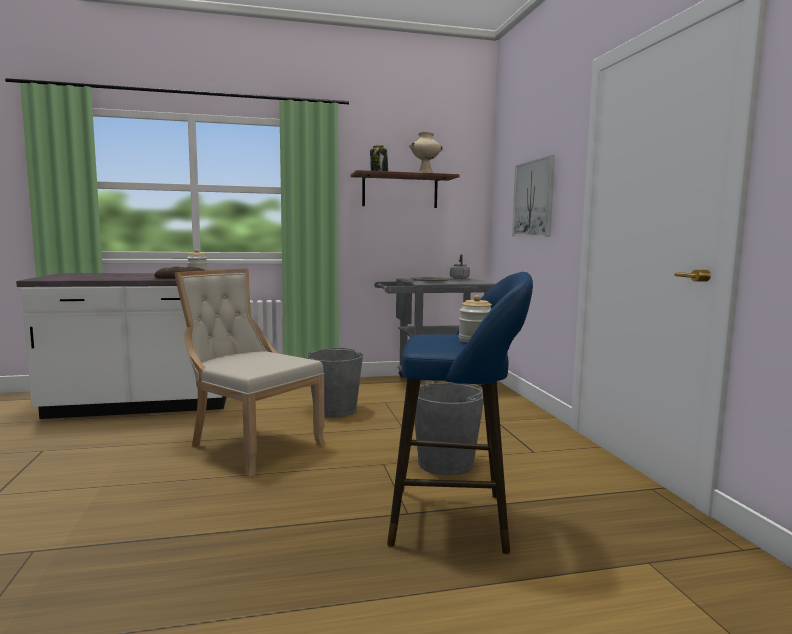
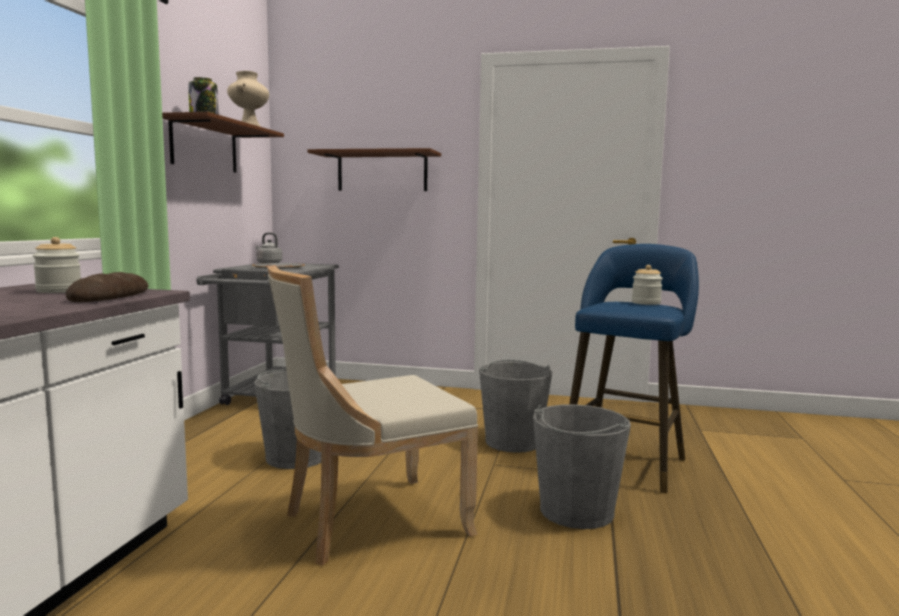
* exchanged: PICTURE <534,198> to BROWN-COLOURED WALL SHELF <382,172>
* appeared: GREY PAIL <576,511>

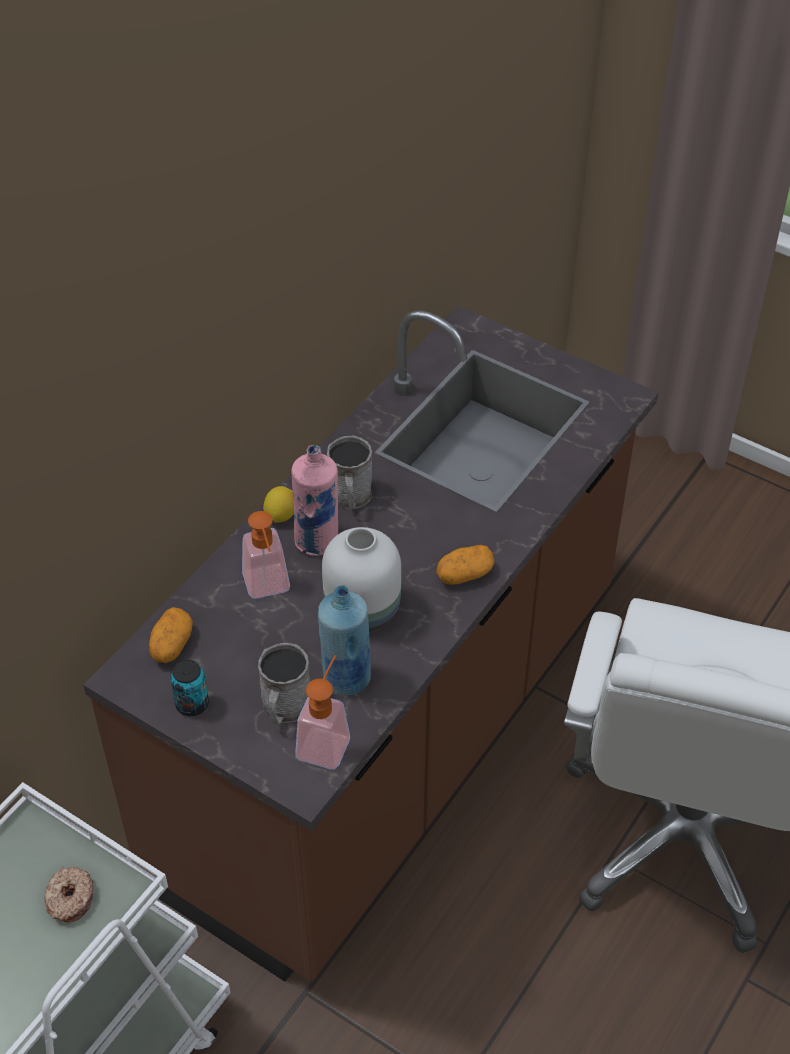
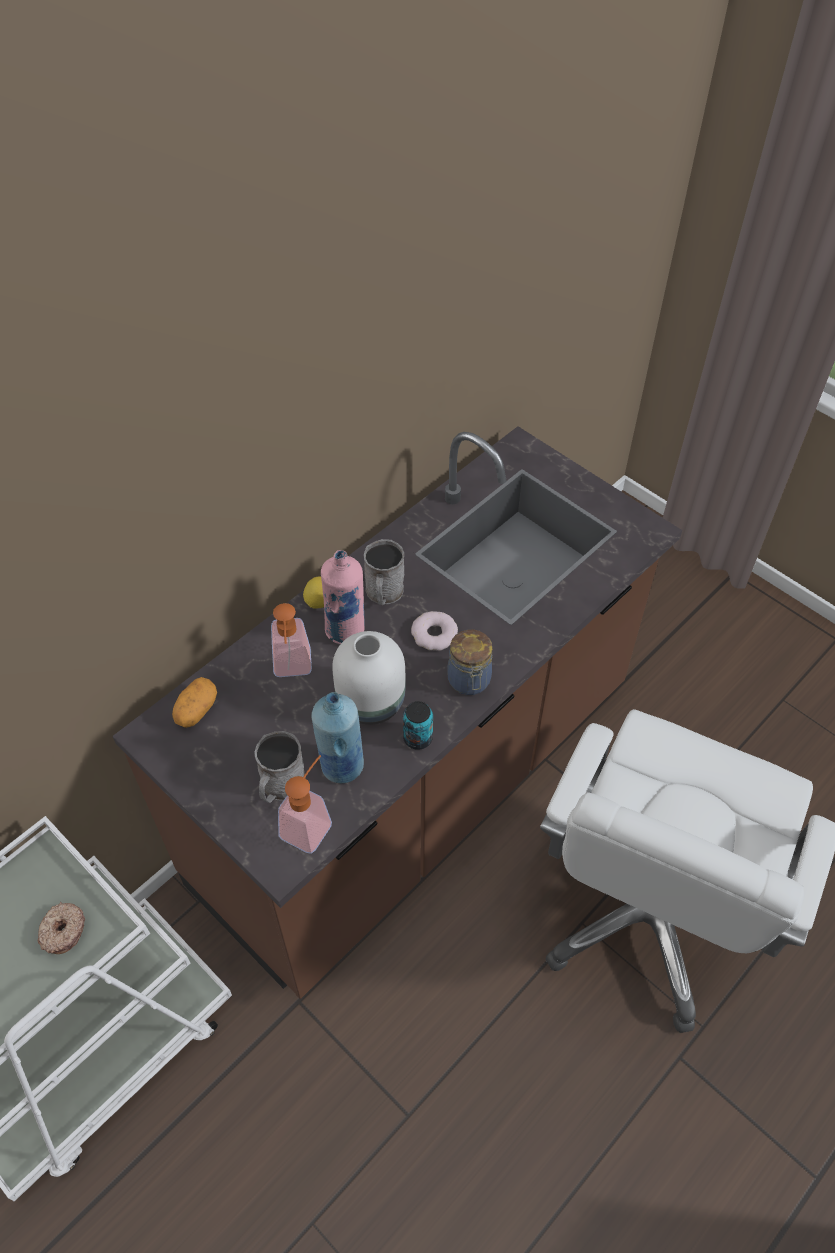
* relocated: CAN <192,704> to <418,738>
* exchanged: SPUD <464,575> to STORAGE JAR <469,681>
* appeared: RING DOUGHNUT <434,634>

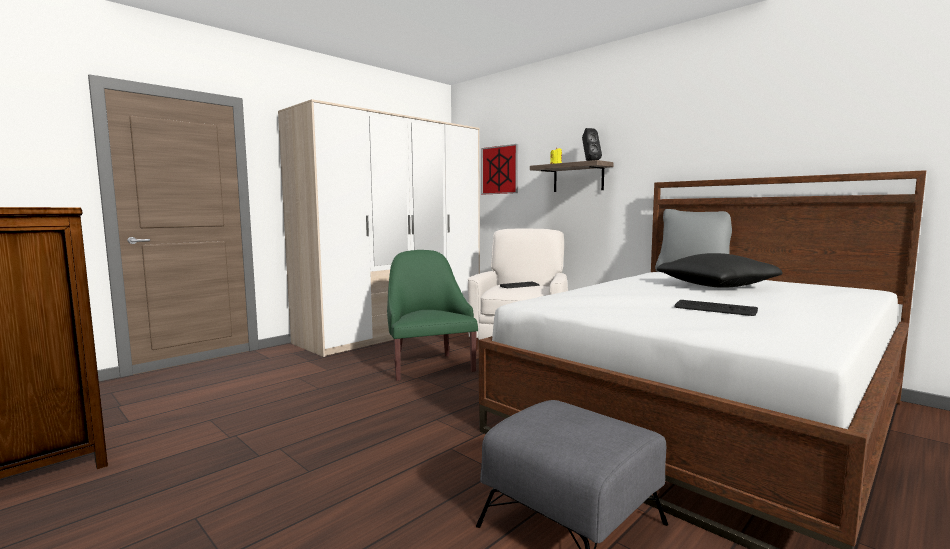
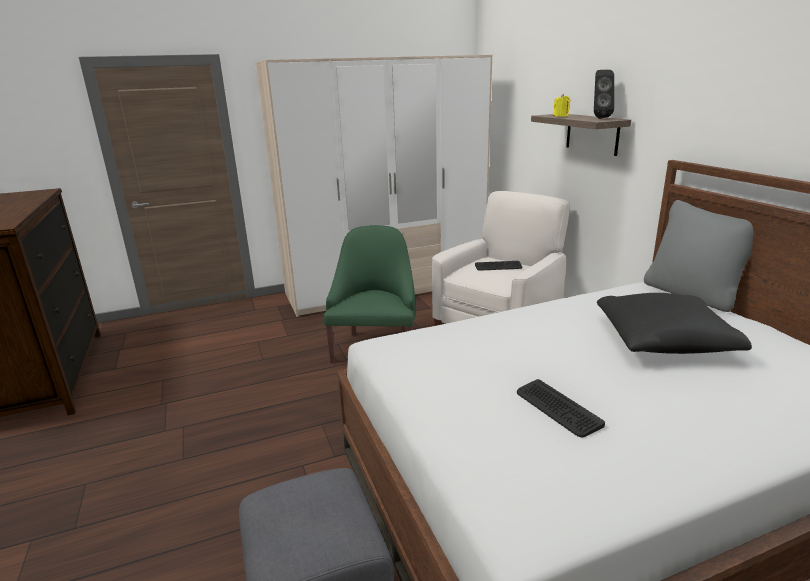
* missing: PICTURE <499,170>

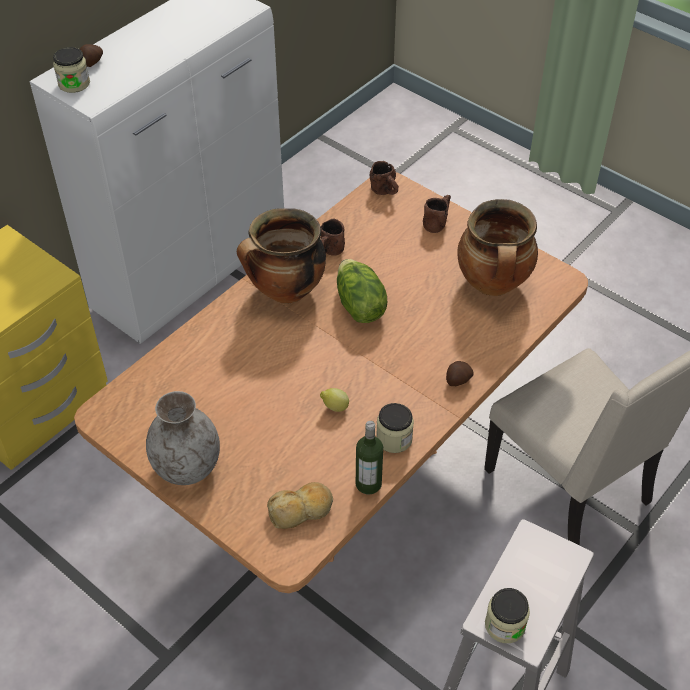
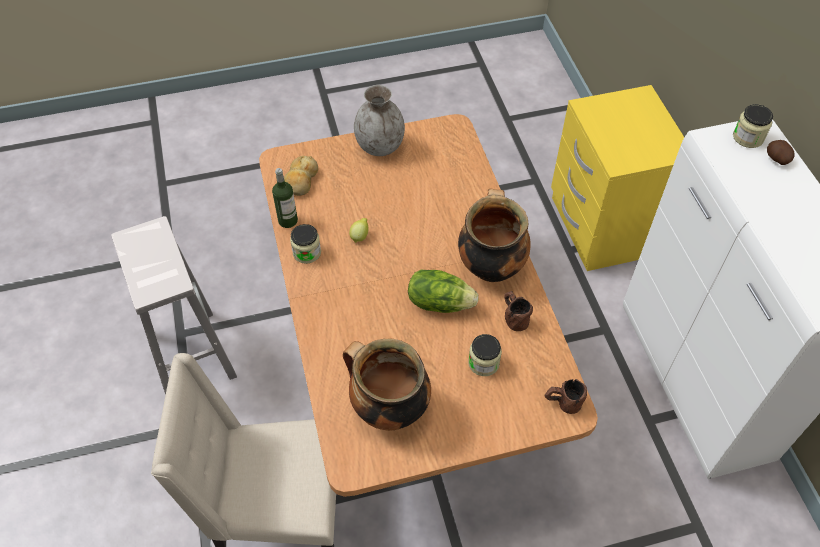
* missing: BROWN-COLOURED TEA MUG <437,221>
* missing: SPUD <457,380>
* relocated: STORAGE JAR <505,625> to <483,363>

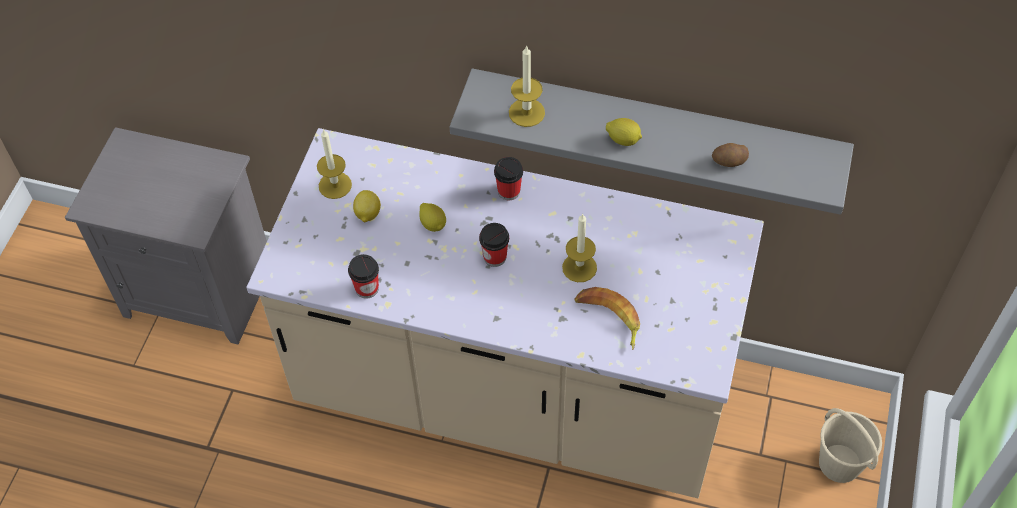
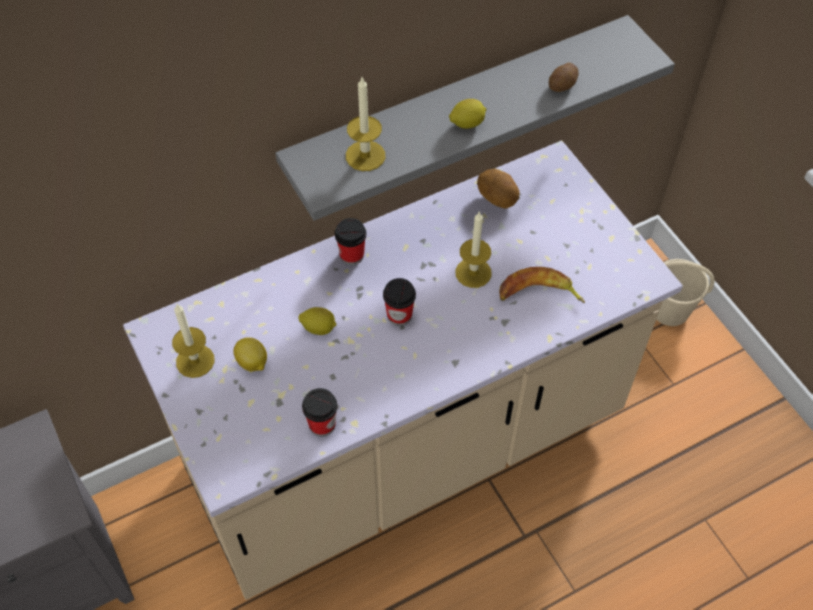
* appeared: SPUD <497,198>

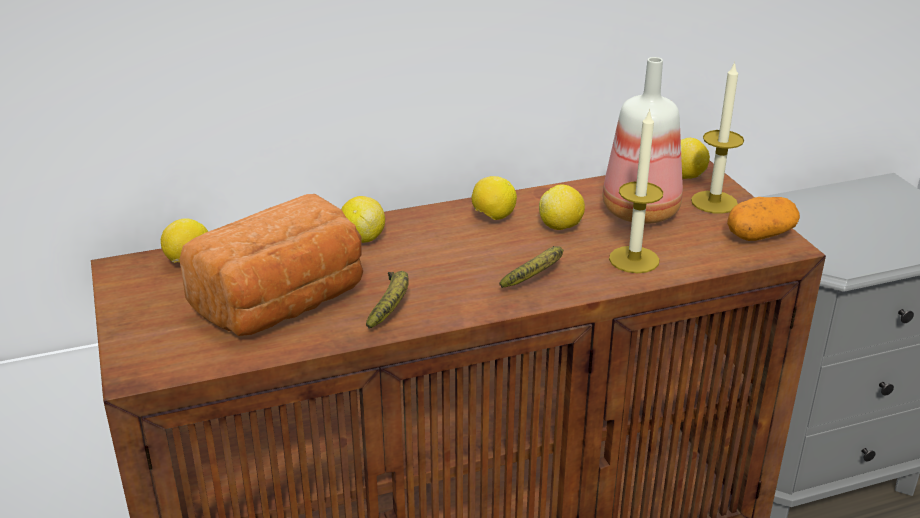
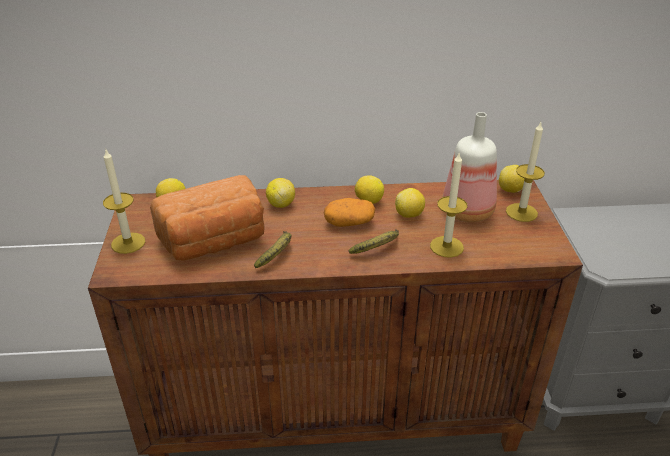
* relocated: SPUD <759,235> to <349,223>
* appeared: WAX LIGHT <128,243>

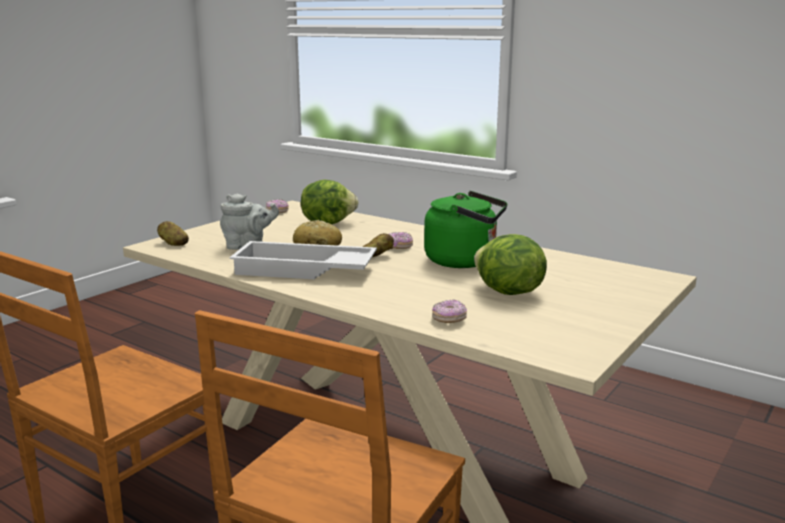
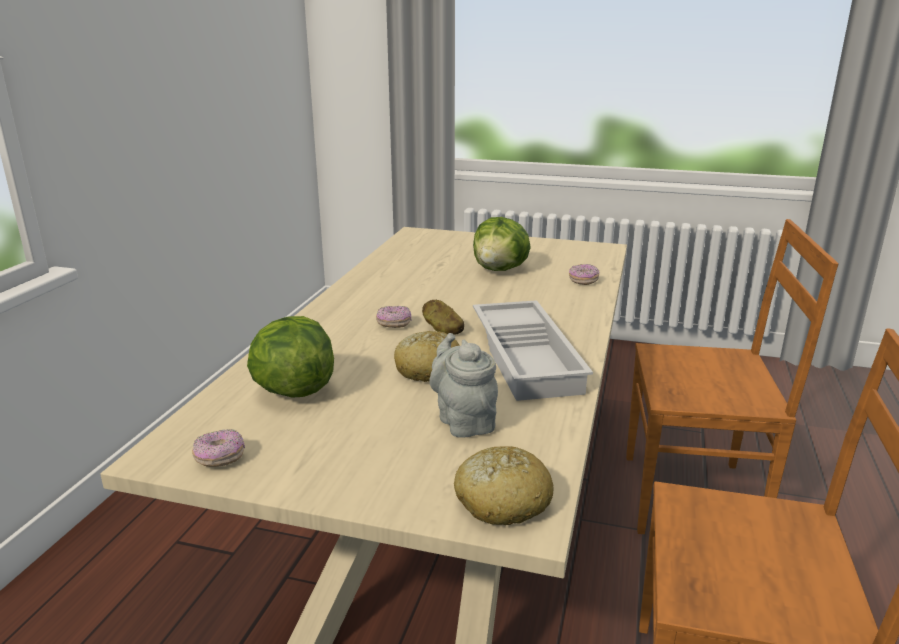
* exchanged: SPUD <173,243> to BREAD <501,501>
* missing: GREEN KETTLE <465,261>

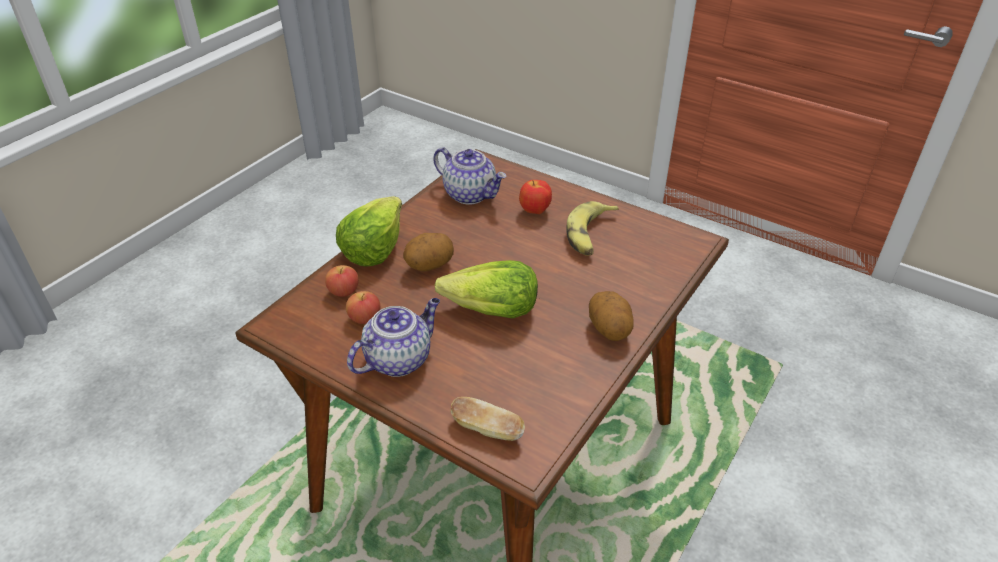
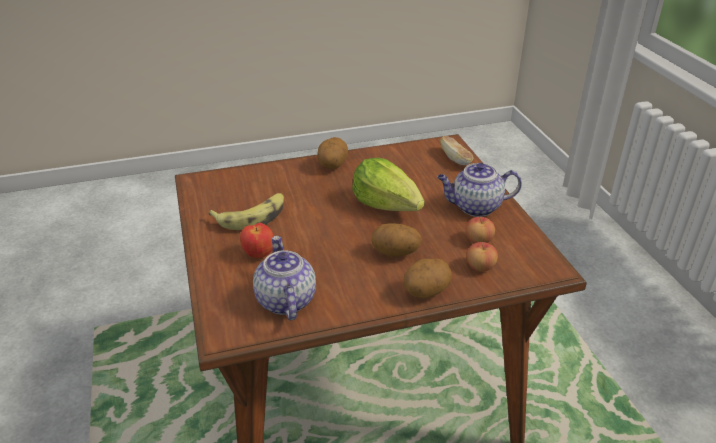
* exchanged: LETTUCE <373,248> to SPUD <426,292>

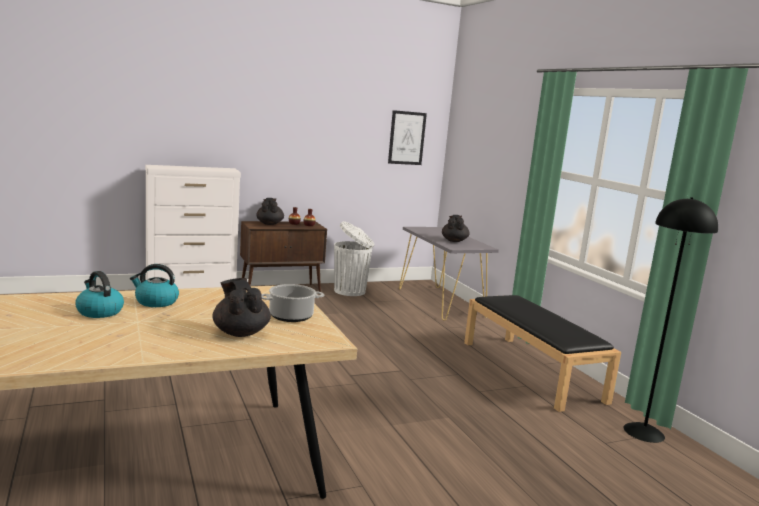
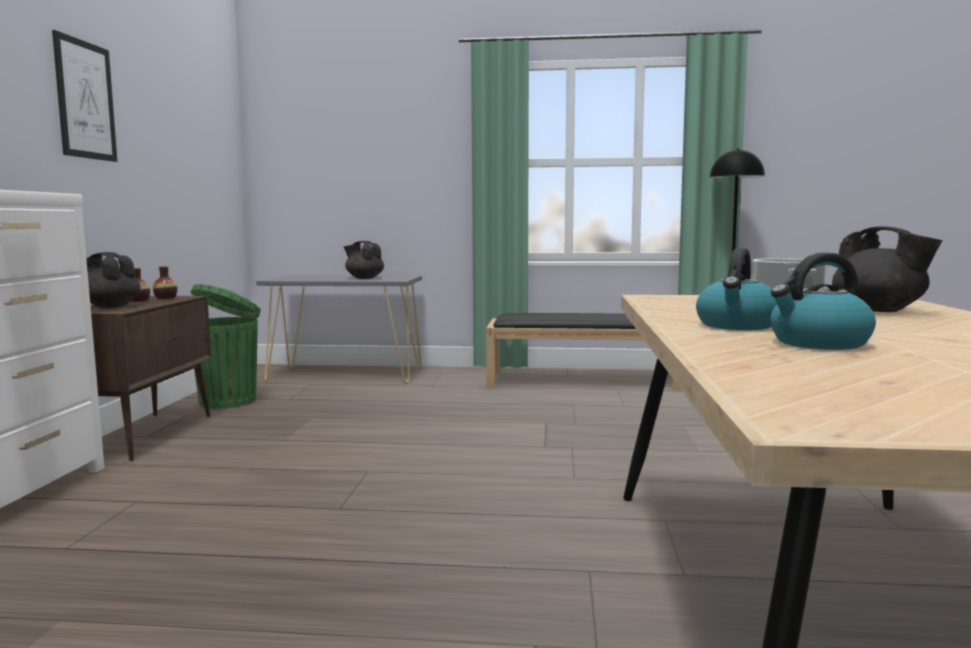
* spun: BLACK-COLOURED TEAPOT <240,332> = <879,311> 120 degrees counterclockwise
* colour: WHITE WASTE BIN <351,291> to GREEN WASTE BIN <229,401>
* relocated: PICTURE <407,138> to <85,100>

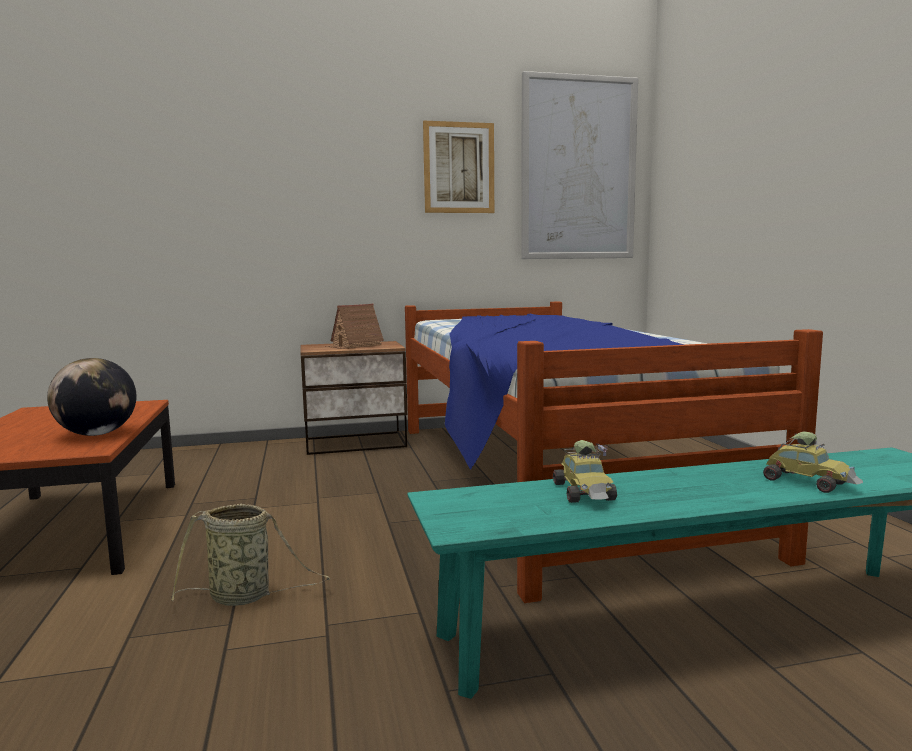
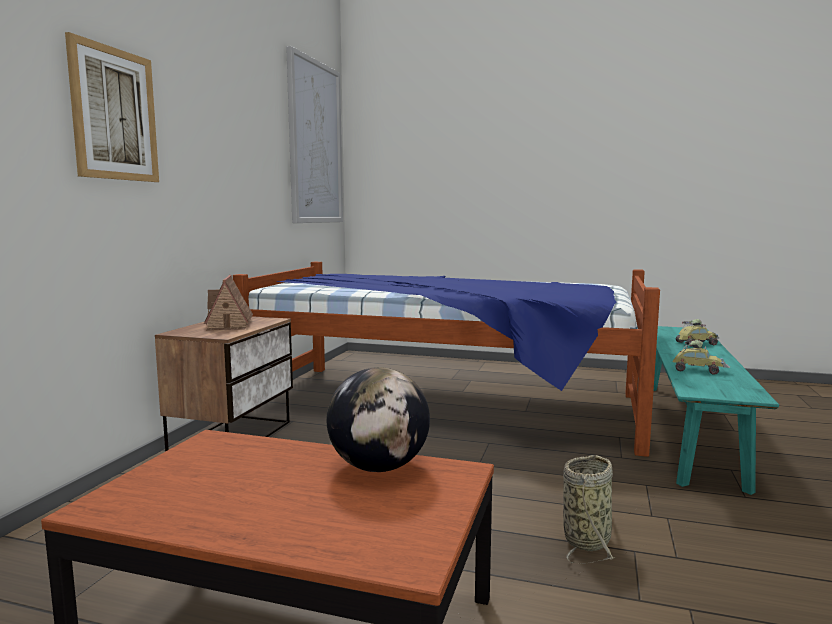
* relocated: PICTURE <459,168> to <114,114>

